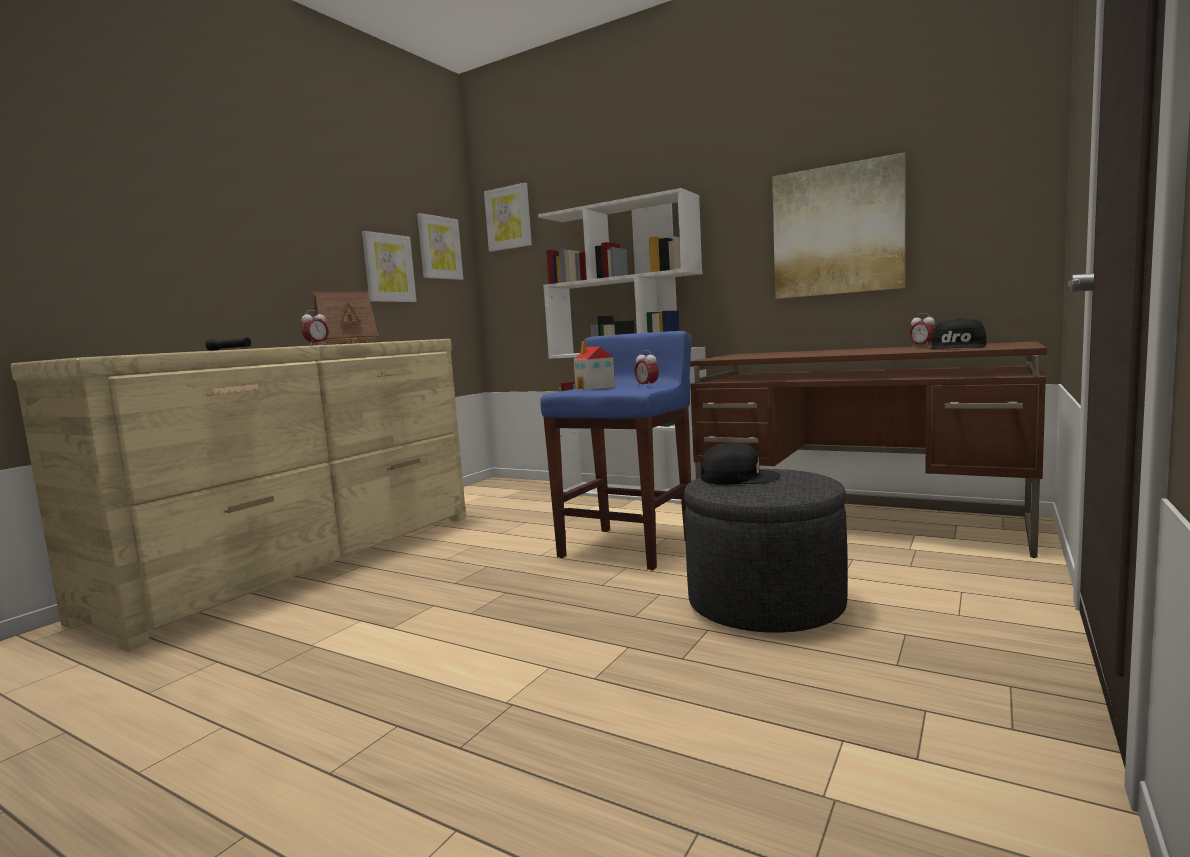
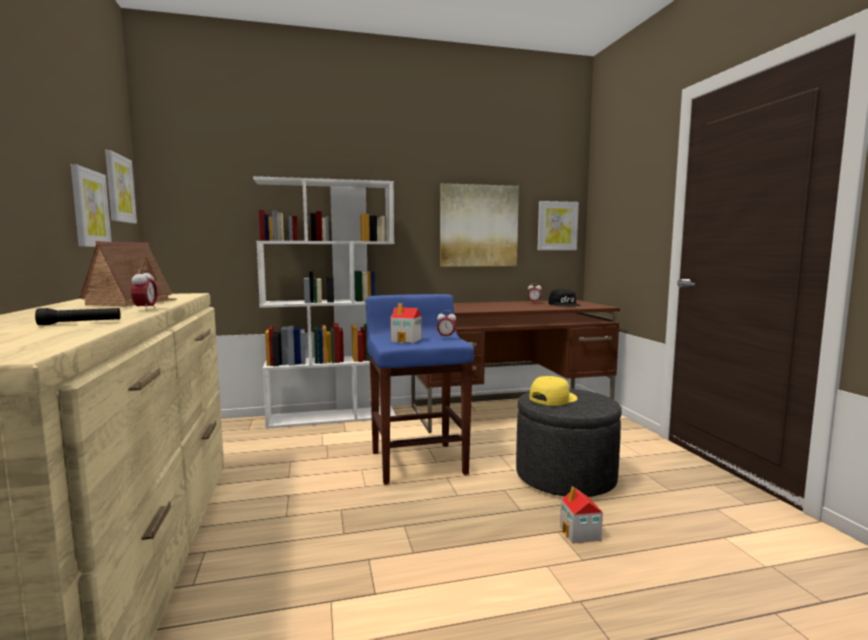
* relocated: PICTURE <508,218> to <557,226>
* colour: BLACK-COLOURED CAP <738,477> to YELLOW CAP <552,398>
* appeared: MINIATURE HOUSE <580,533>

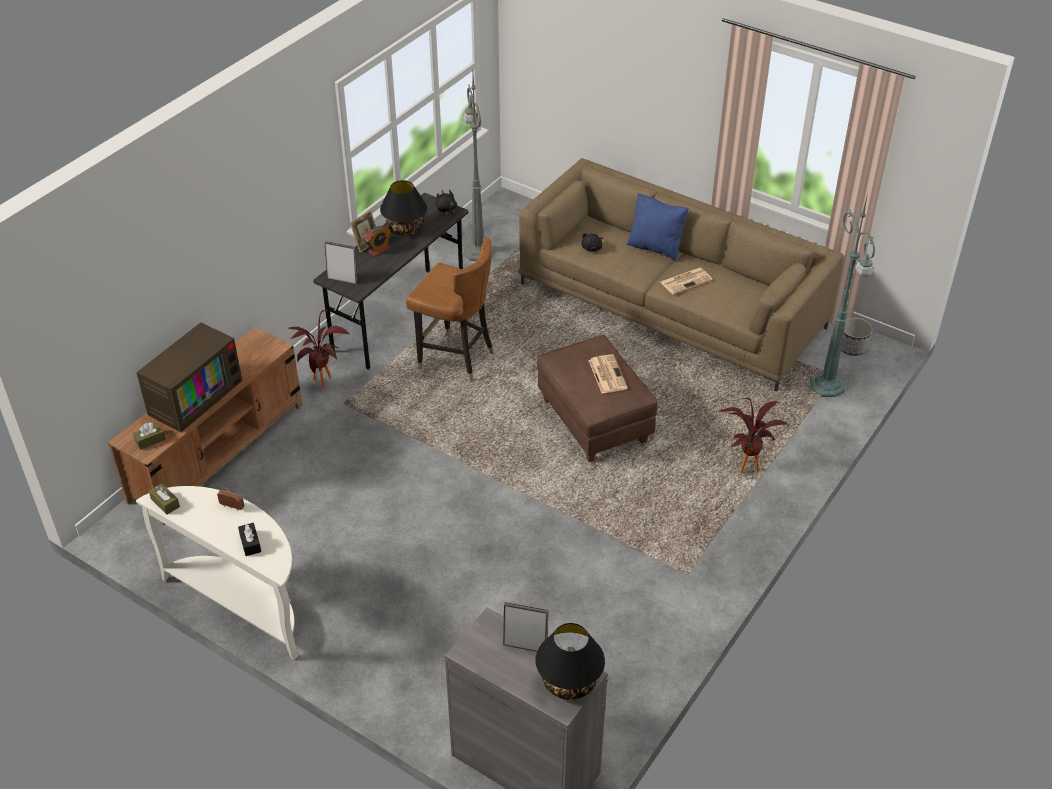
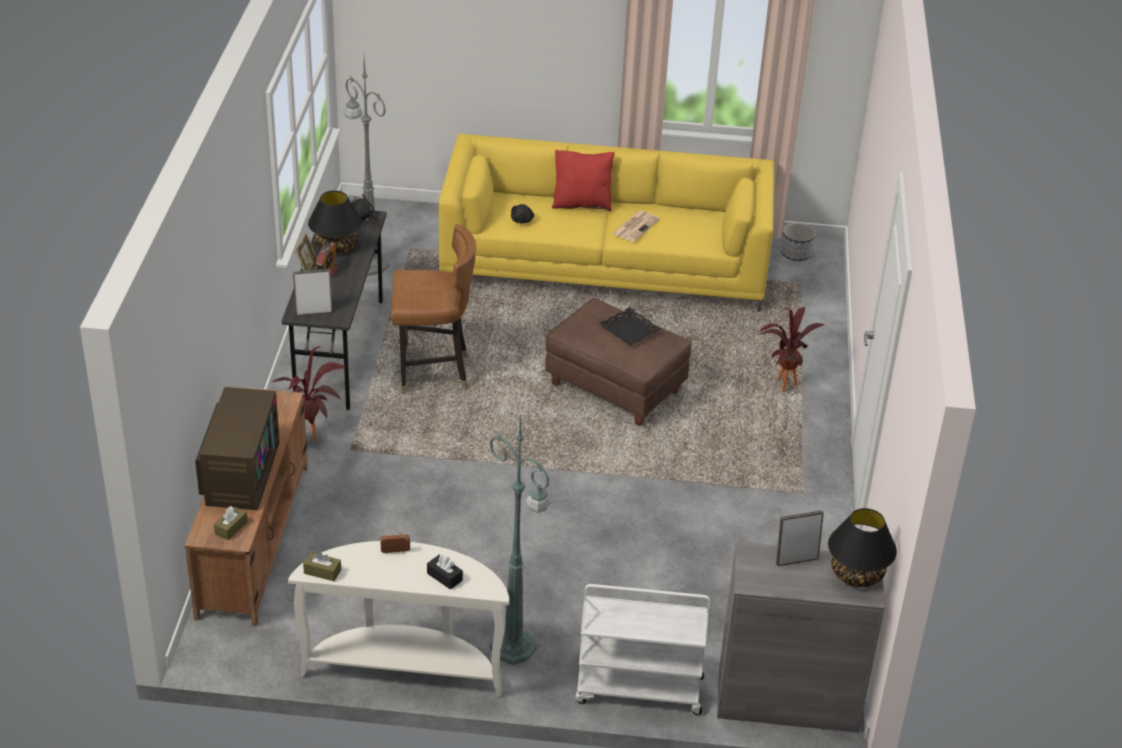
* colour: BROWN-COLOURED COUCH <671,306> to YELLOW COUCH <605,263>
* exchanged: PRINTED PAPER <607,374> to BLACK-COLOURED CARRYING TRAY <629,330>
* colour: BLUE THROW PILLOW <655,247> to RED THROW PILLOW <582,204>
* relocated: GREEN FLOOR LAMP <827,387> to <515,648>
* appeared: WHITE WHEELED CART <638,690>

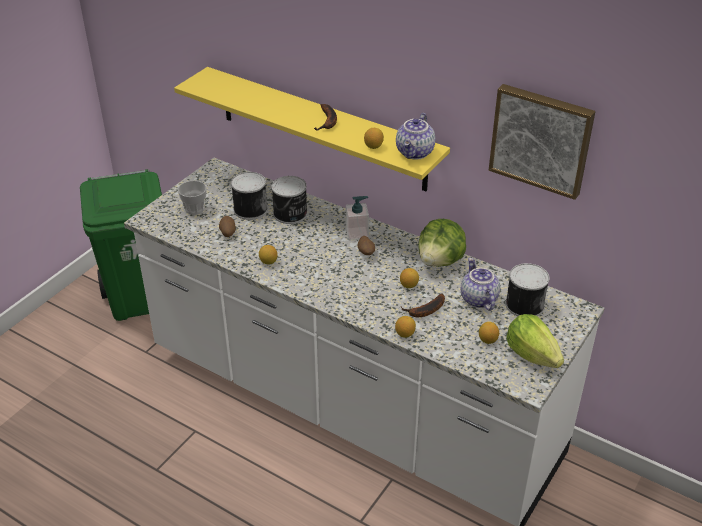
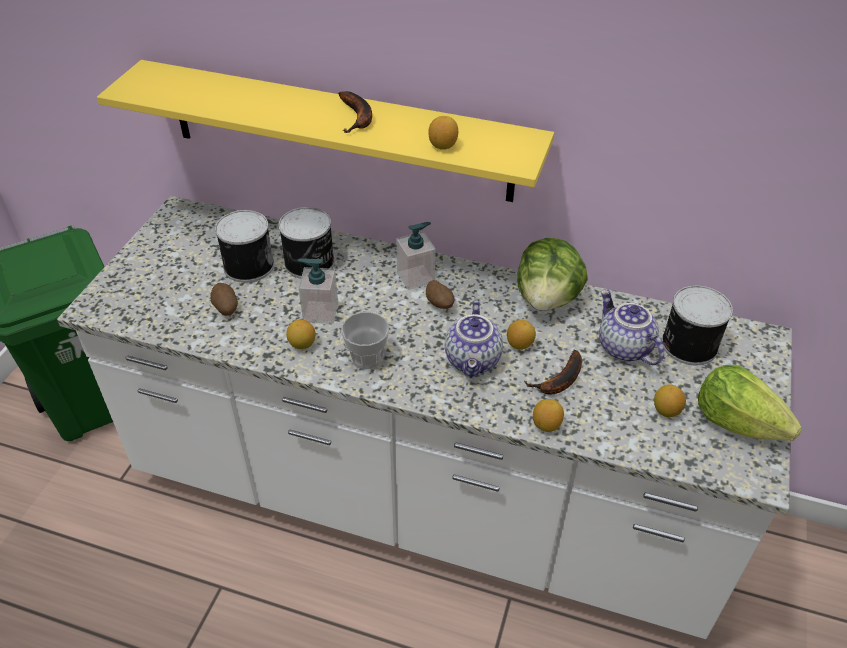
* relocated: DRINKING CUP <194,209> to <366,357>
* relocated: TEAPOT <415,153> to <474,360>
* missing: PICTURE <541,139>
* appeared: LIQUID SOAP BOTTLE <320,312>

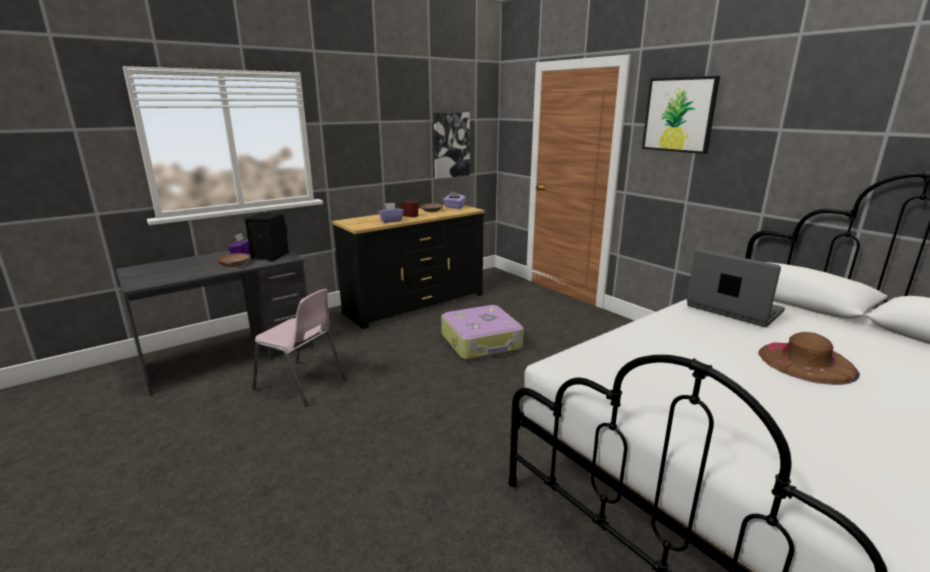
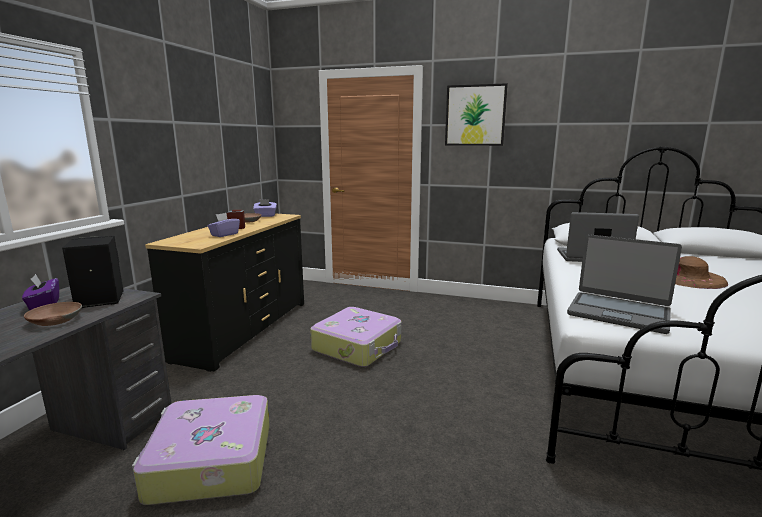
* exchanged: PINK-COLOURED CHAIR <301,384> to TRAVEL CASE <209,462>
* missing: PICTURE <451,145>
* appeared: NOTEBOOK COMPUTER <618,313>

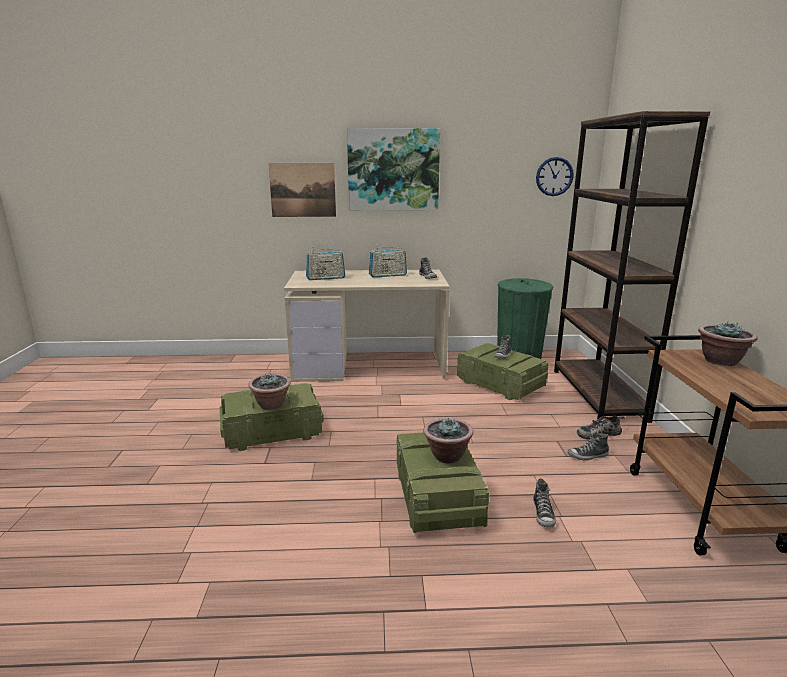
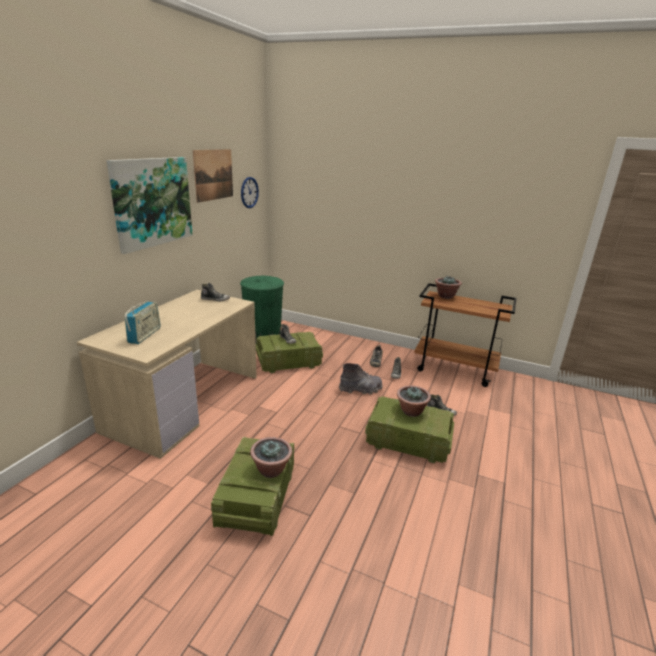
* relocated: PICTURE <302,190> to <214,174>
* missing: RADIO RECEIVER <387,275>
* missing: BROWN-COLOURED SHELVING UNIT <598,394>
* appeared: GREY HIGH-TOP BOOT <360,389>

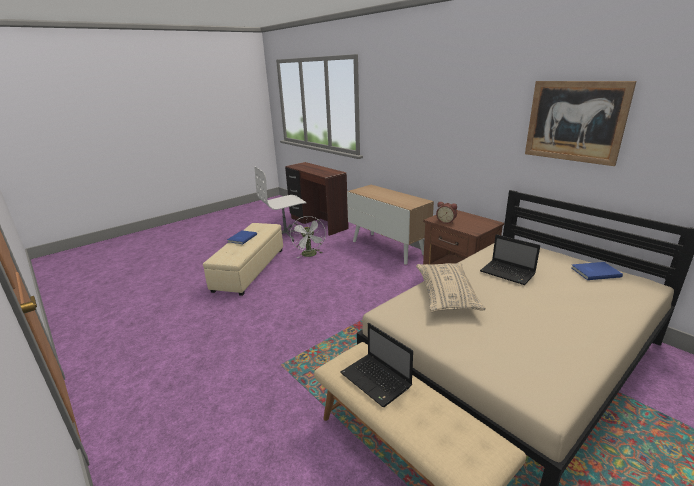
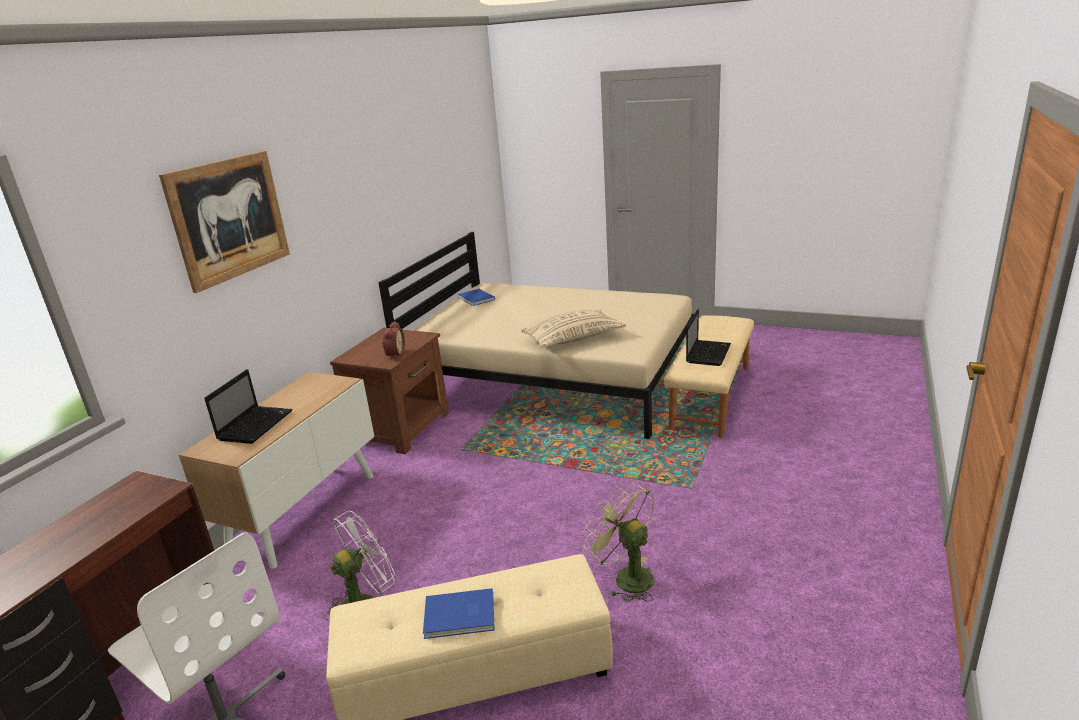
* relocated: NOTEBOOK COMPUTER <508,273> to <256,425>
* relocated: PICTURE <574,121> to <229,218>
* appeared: GREEN COOLING FAN <626,577>

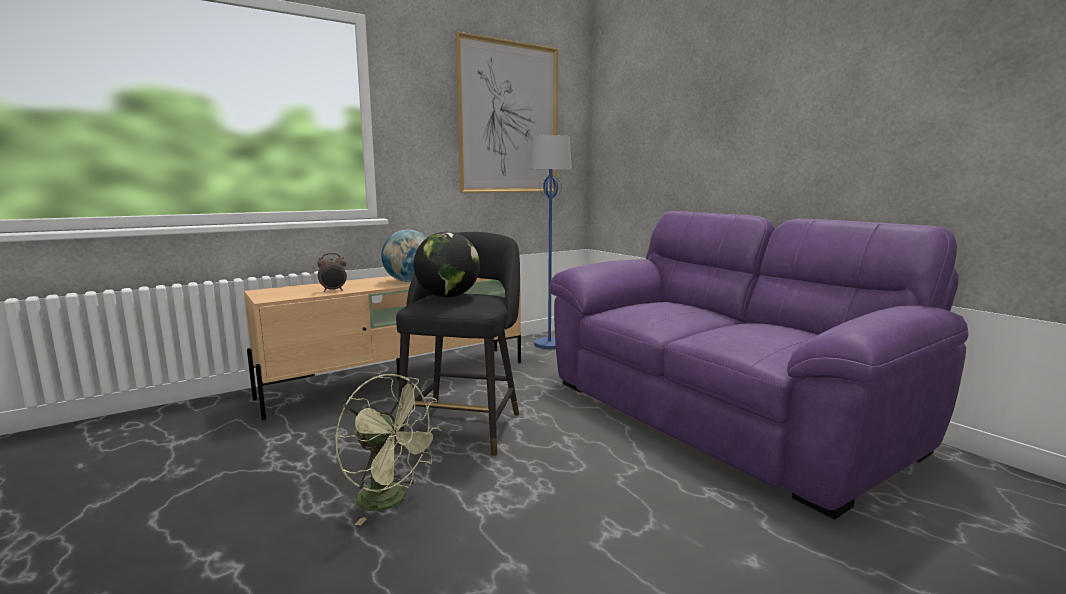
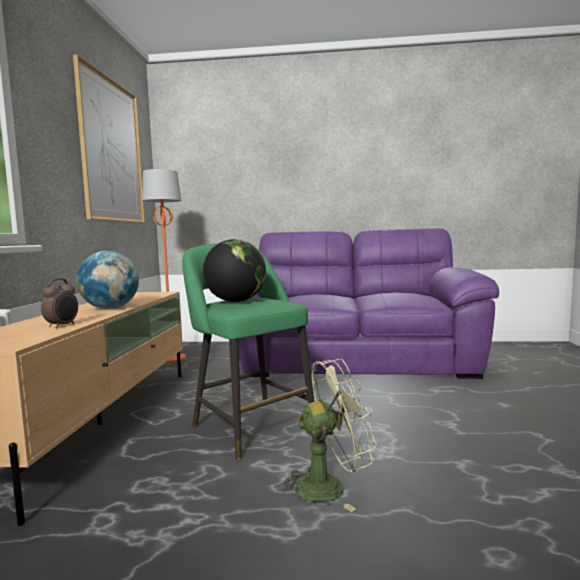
* colour: BLACK-COLOURED SITTING STOOL <464,426> to GREEN SITTING STOOL <249,424>
* colour: BLUE FLOOR LAMP <549,344> to ORANGEY FLOOR LAMP <171,359>

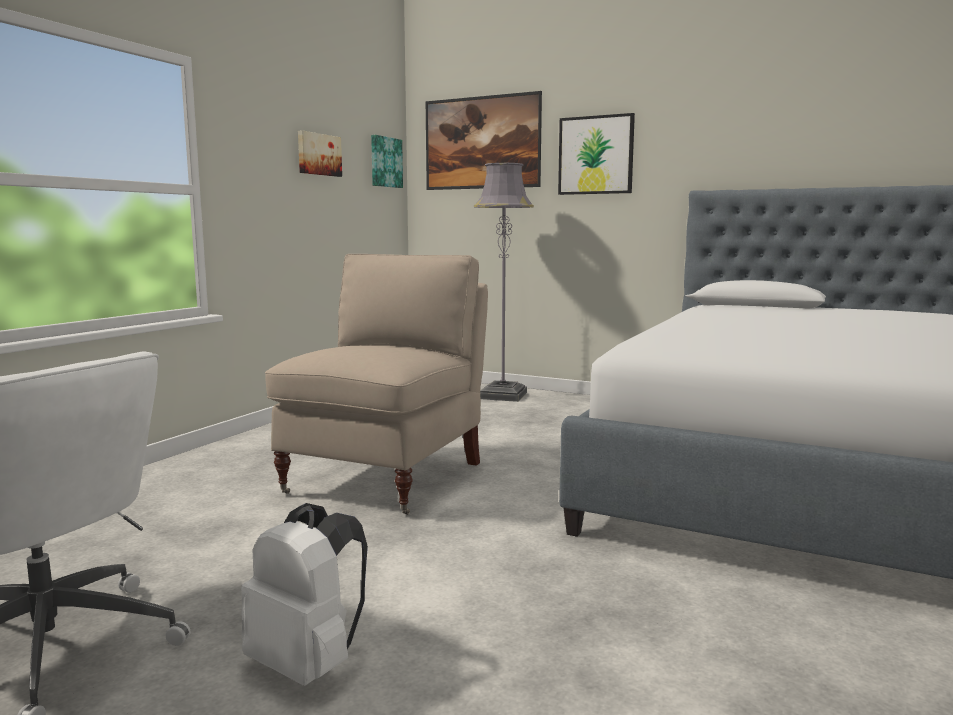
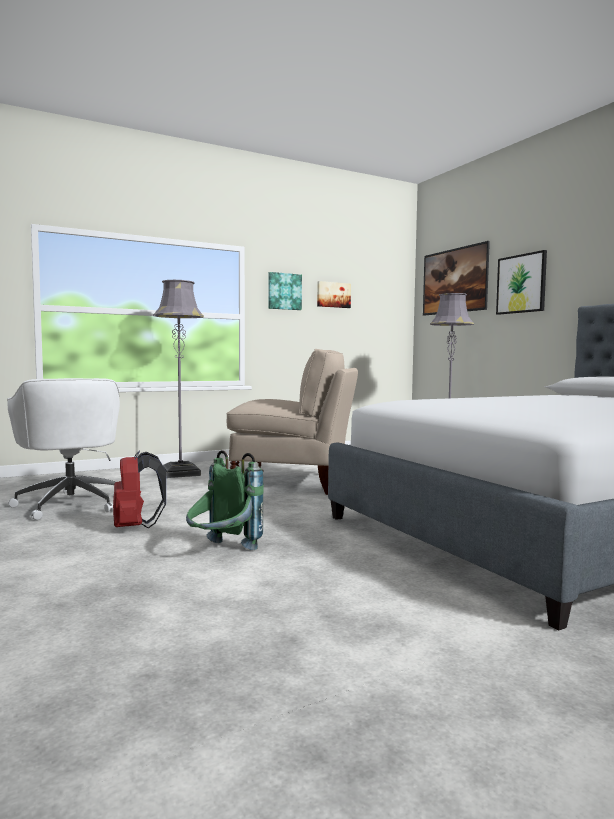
* colour: WHITE BACKPACK <308,664> to RED BACKPACK <135,527>
* spun: BEIGE CHAIR <387,477> = <293,482> 45 degrees clockwise
* relocated: PICTURE <385,162> to <284,291>
* appeared: GREY FLOOR LAMP <180,473>
* appeared: GREEN BACKPACK <222,552>

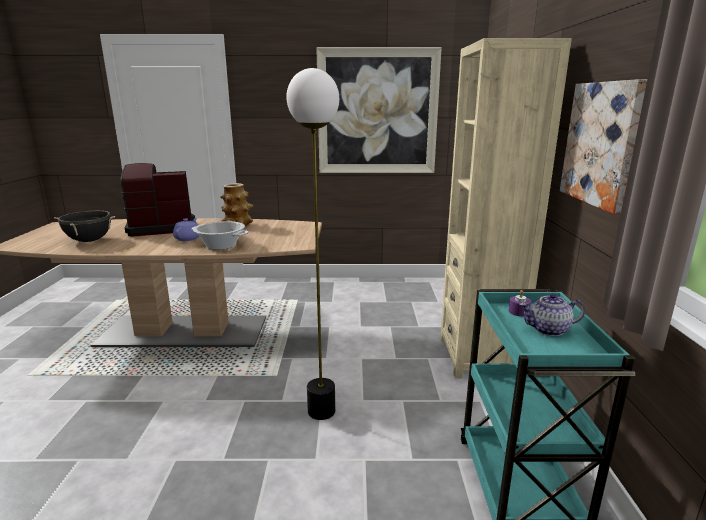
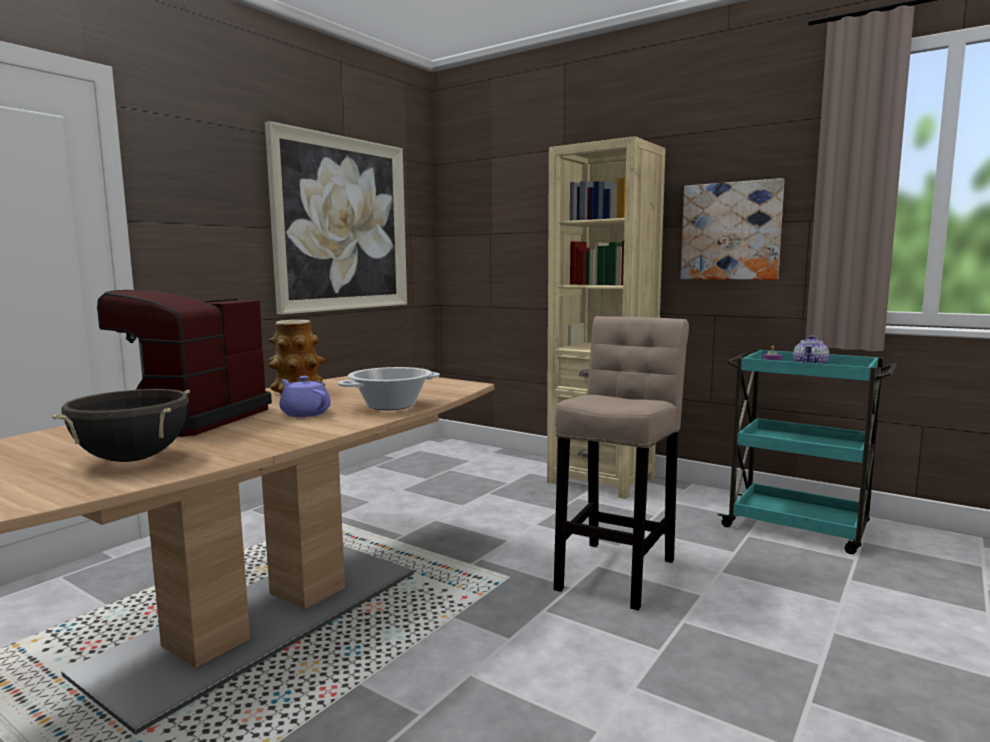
* exchanged: FLOOR LAMP <321,411> to BEIGE SITTING STOOL <618,570>

